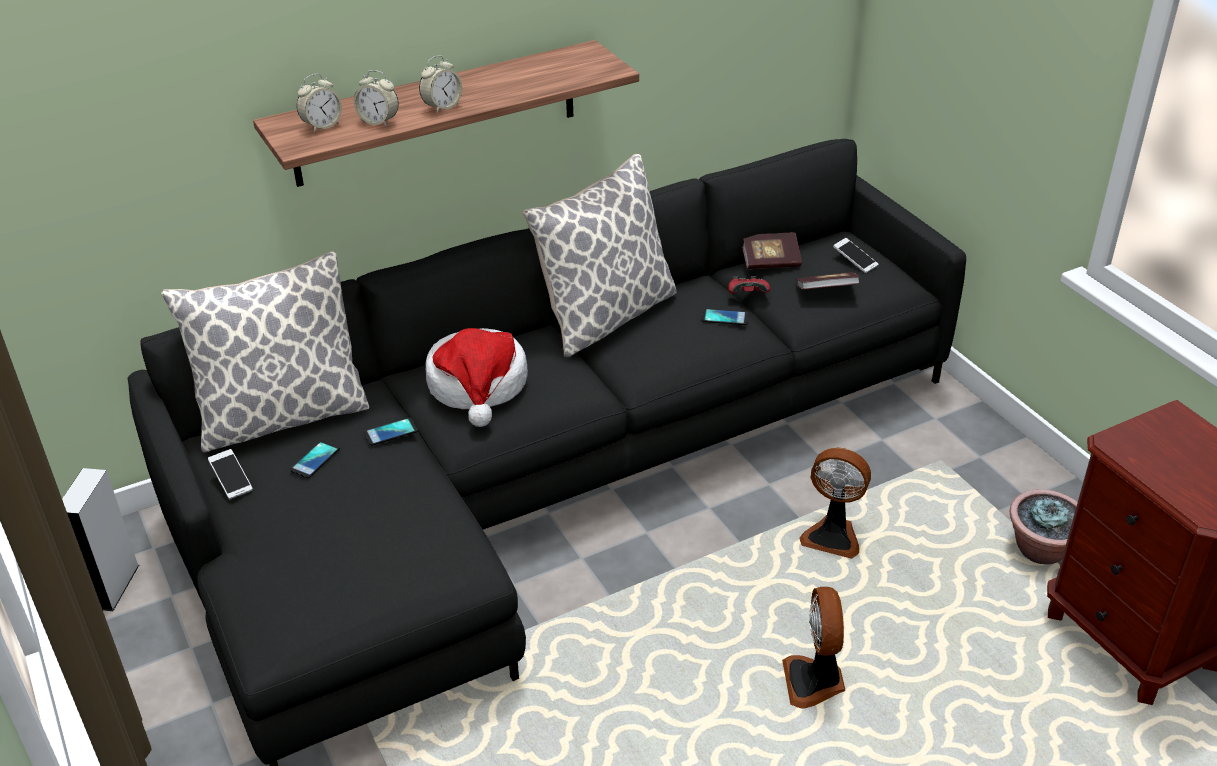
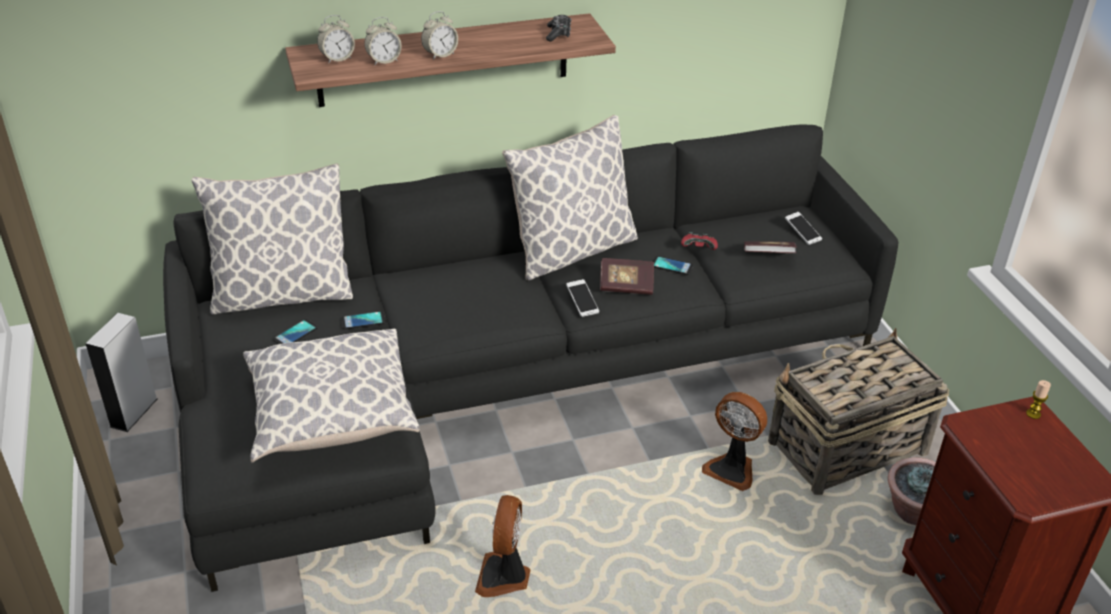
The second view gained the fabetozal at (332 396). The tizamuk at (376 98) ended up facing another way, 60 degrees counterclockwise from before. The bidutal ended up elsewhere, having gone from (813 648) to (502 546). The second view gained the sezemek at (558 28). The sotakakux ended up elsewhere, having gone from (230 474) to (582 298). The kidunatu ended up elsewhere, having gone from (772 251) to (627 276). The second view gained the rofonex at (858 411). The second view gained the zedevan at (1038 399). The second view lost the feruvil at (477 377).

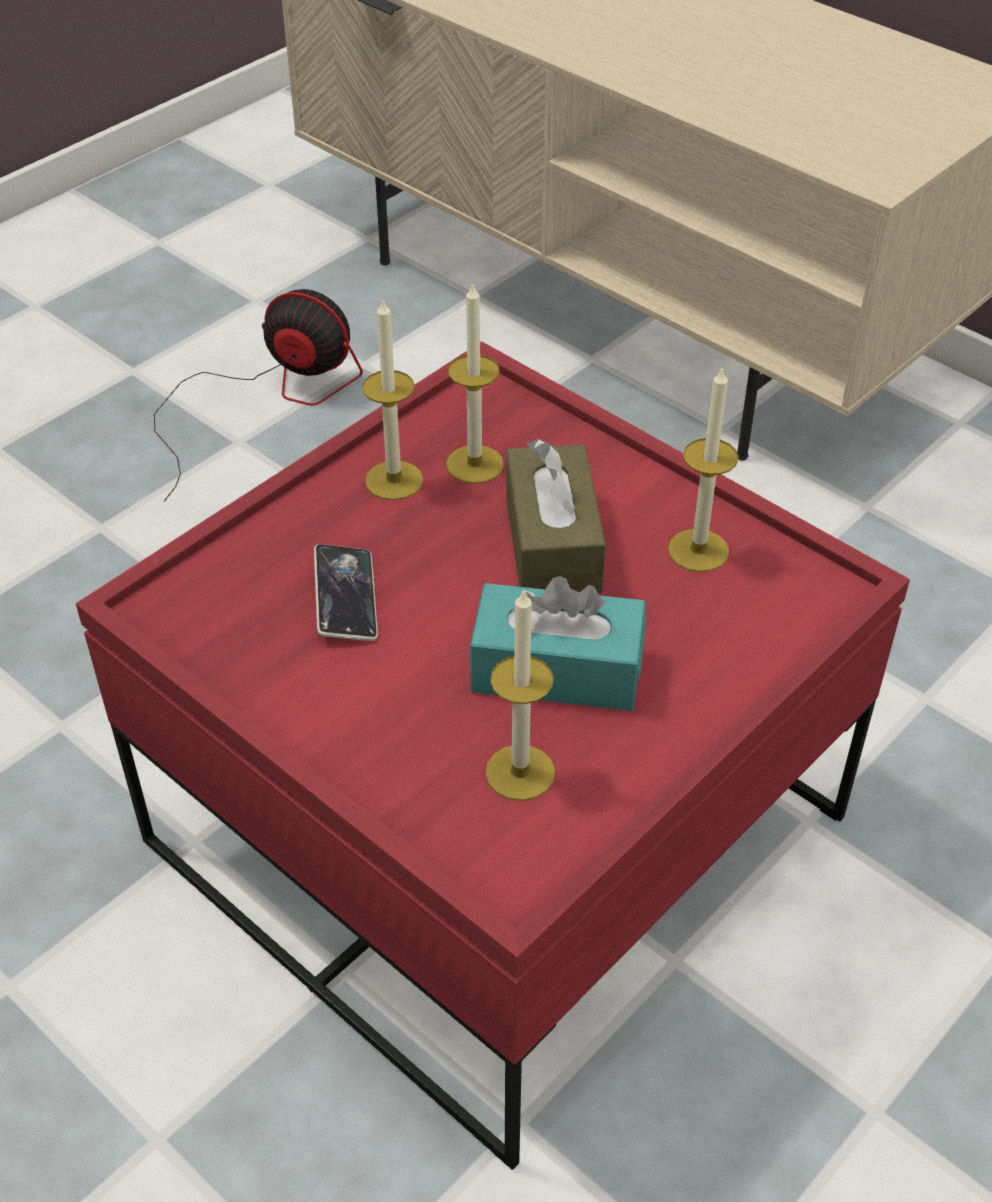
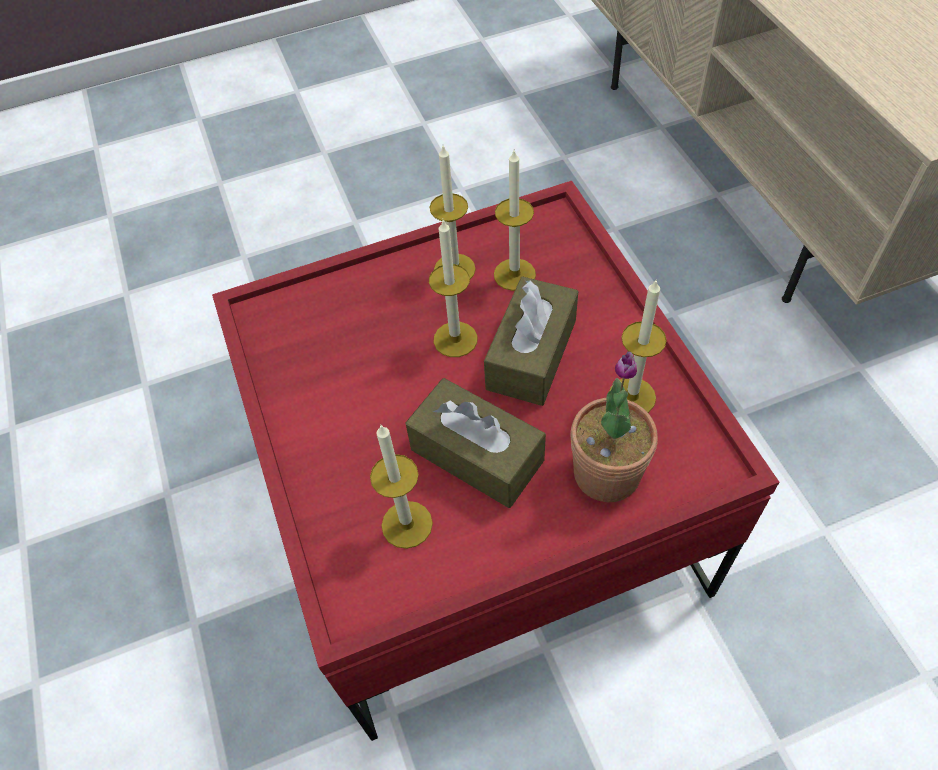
What was the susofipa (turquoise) at (557 643) turned into the susofipa (brown) at (476 443). The second view gained the zedevan at (453 288). The second view gained the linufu at (614 426). The second view lost the bidutal at (258 395). The second view lost the sotakakux at (346 592).

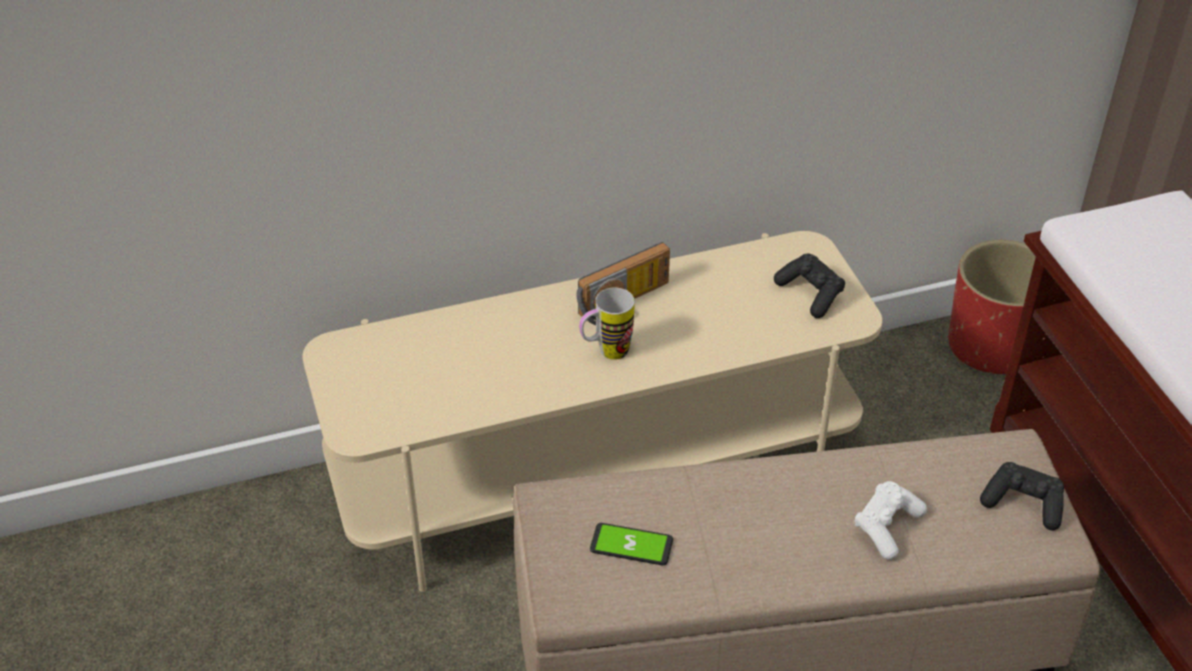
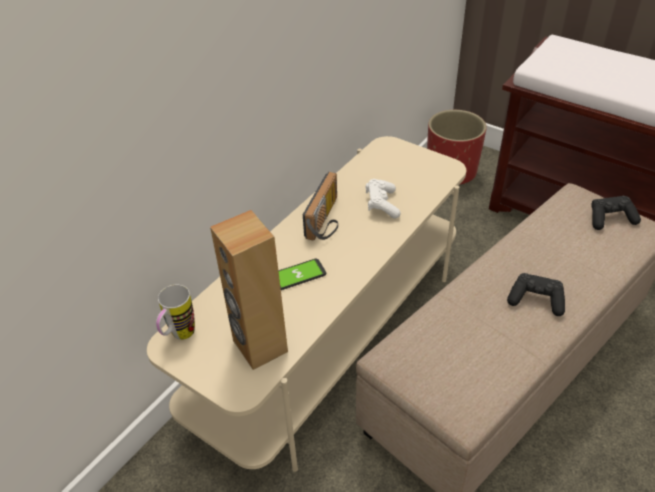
The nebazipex ended up elsewhere, having gone from (607 324) to (175 312). The second view gained the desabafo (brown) at (249 290). The sotakakux ended up elsewhere, having gone from (631 544) to (302 274). The sezemek (white) ended up elsewhere, having gone from (891 520) to (382 199). The sezemek (black) ended up elsewhere, having gone from (809 286) to (536 294).

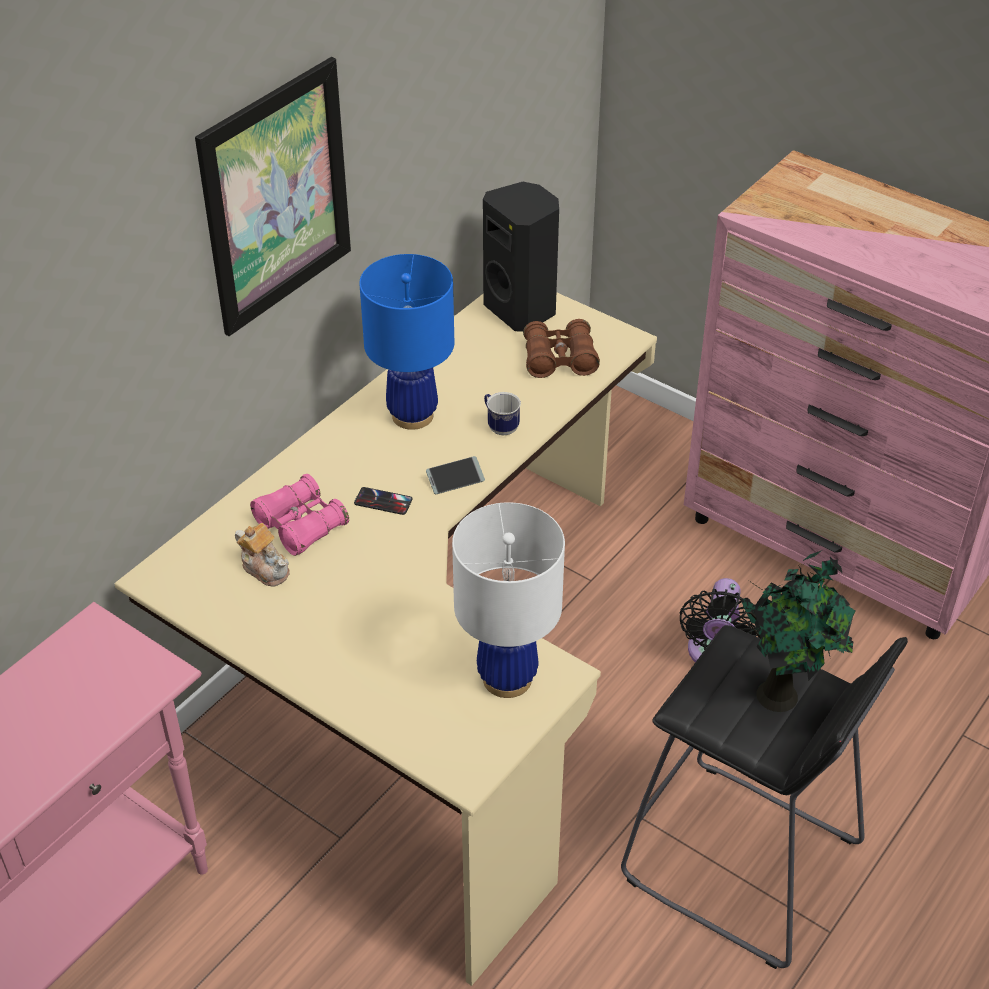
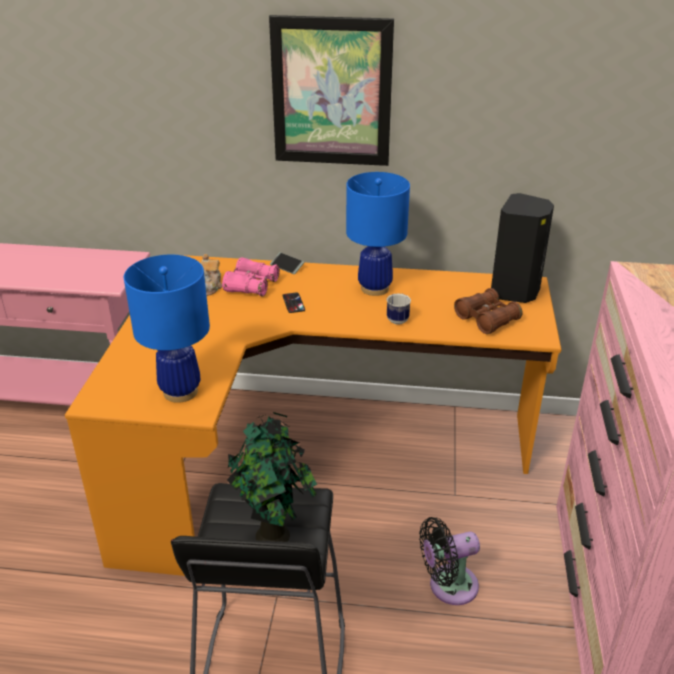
What was the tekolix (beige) at (386 639) turned into the tekolix (orange) at (313 415). What was the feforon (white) at (508 600) turned into the feforon (blue) at (167 329). The sotakakux ended up elsewhere, having gone from (455 475) to (287 263).

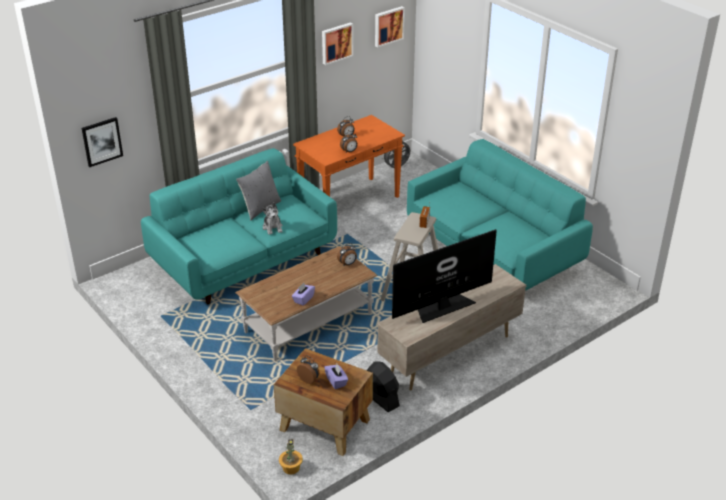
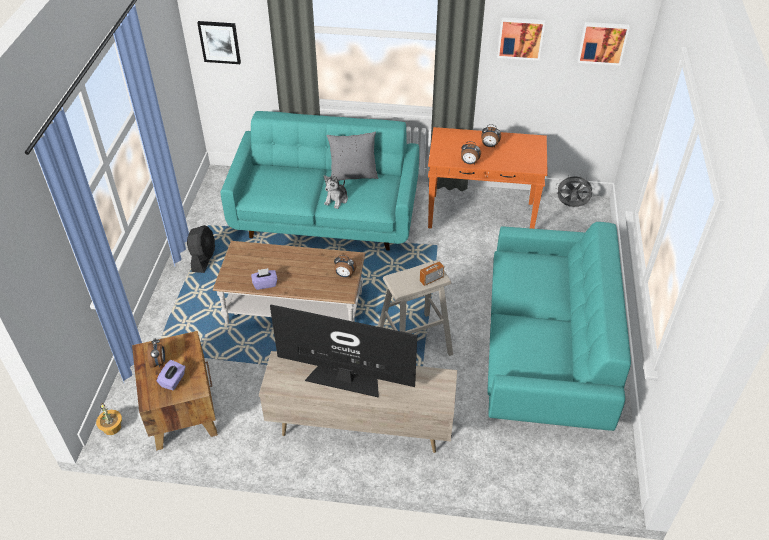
The bidutal (black) ended up elsewhere, having gone from (383 387) to (201 249).

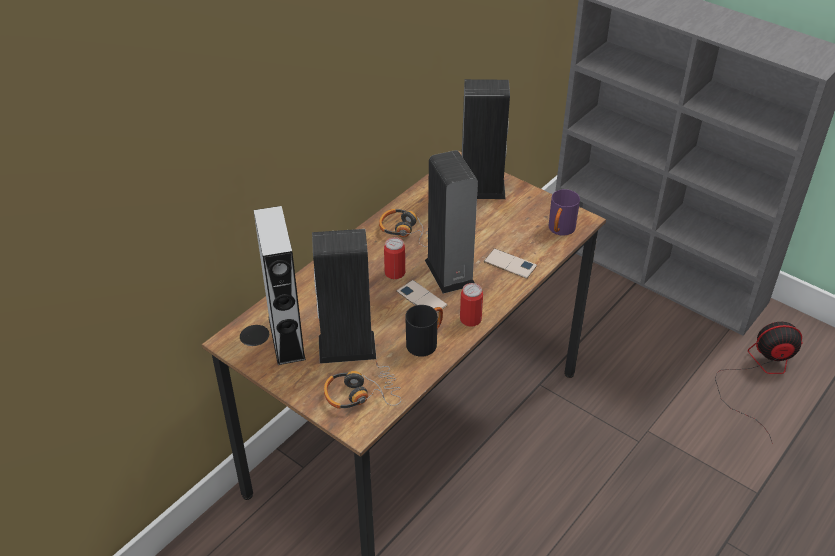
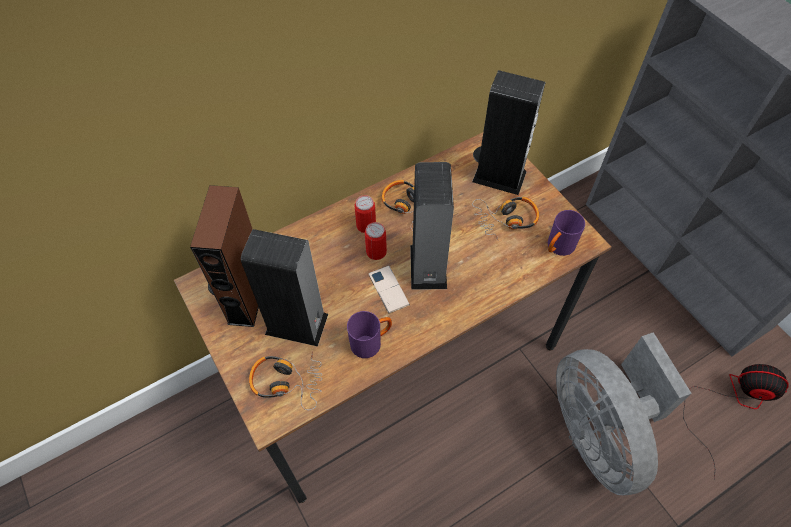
What was the desabafo (grey) at (279 285) turned into the desabafo (brown) at (224 256). What was the nebazipex (black) at (424 331) turned into the nebazipex (purple) at (369 334). The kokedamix ended up elsewhere, having gone from (471 305) to (365 214). The second view gained the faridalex at (505 219). The second view gained the bidutal (grey) at (624 413). The second view lost the sotakakux at (510 264).

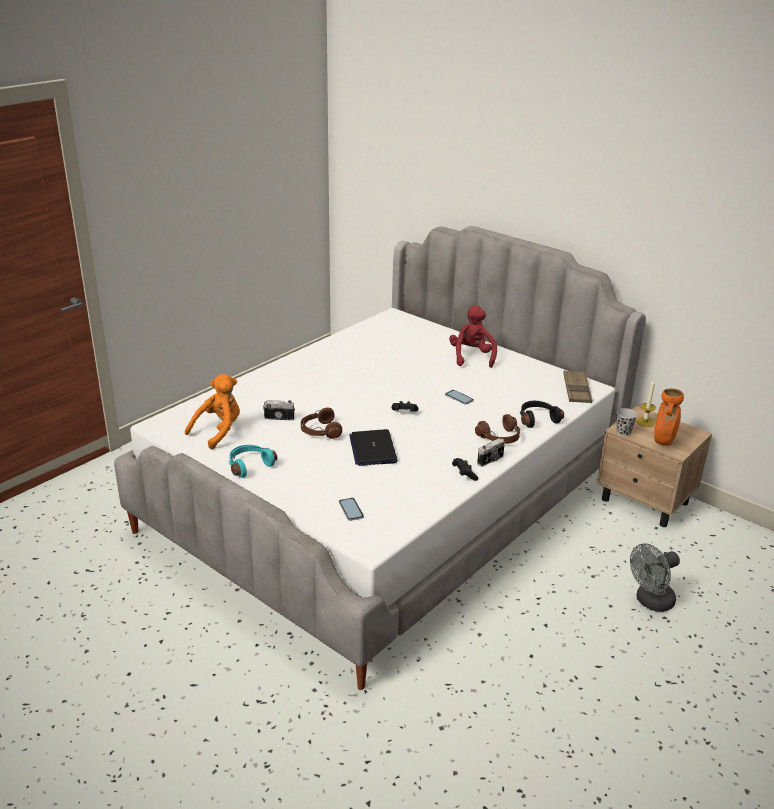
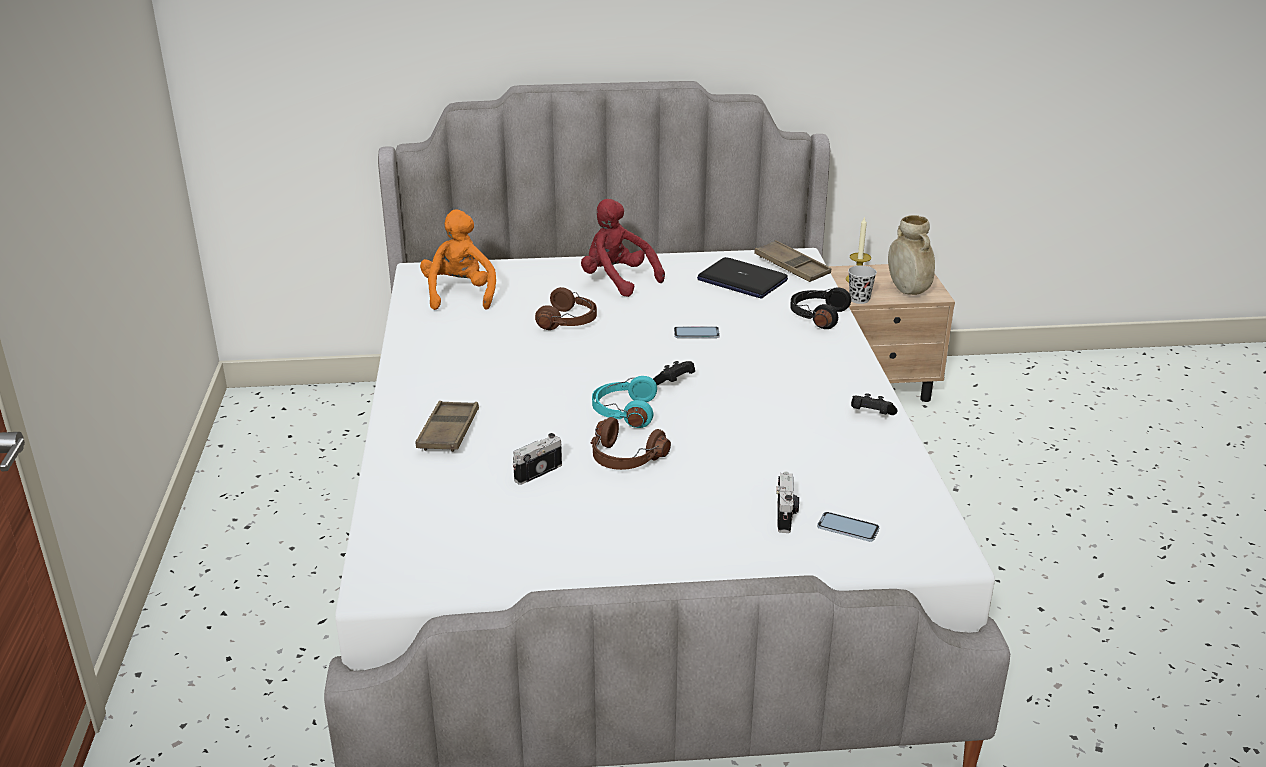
The second view gained the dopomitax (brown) at (447 426). The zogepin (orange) ended up elsewhere, having gone from (212 411) to (458 260). The faridalex (brown) ended up elsewhere, having gone from (497 429) to (566 308). The faridalex (turquoise) ended up elsewhere, having gone from (253 461) to (624 402). The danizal ended up elsewhere, having gone from (373 447) to (742 278). The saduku ended up elsewhere, having gone from (491 452) to (787 502). What was the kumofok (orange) at (669 417) turned into the kumofok (beige) at (911 255). The second view lost the bidutal (grey) at (655 577).

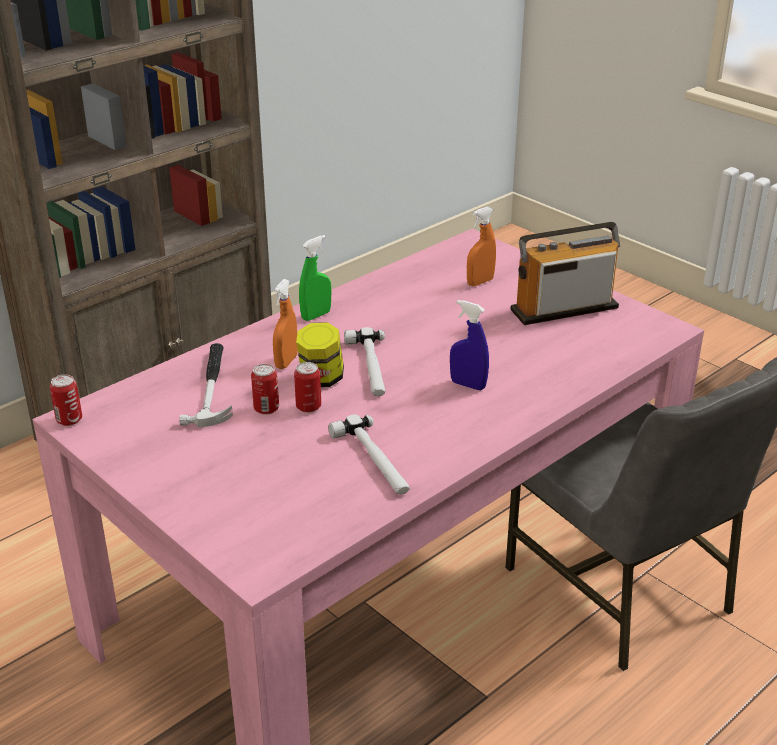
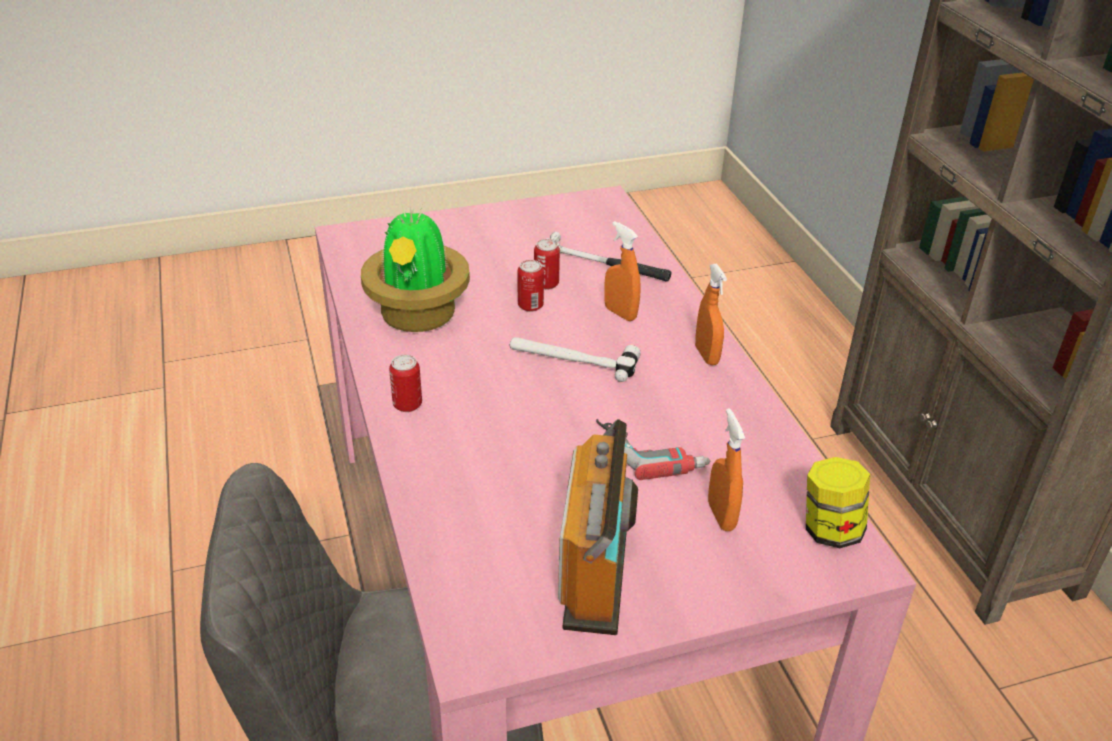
Where the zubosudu stood at (369 454), the linufu came to stand at (415 267). The kokedamix ended up elsewhere, having gone from (66 400) to (405 383). The second view gained the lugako at (653 449). What was the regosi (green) at (315 278) turned into the regosi (orange) at (711 314). The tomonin ended up elsewhere, having gone from (320 354) to (838 502). The second view lost the regosi (blue) at (469 345).

